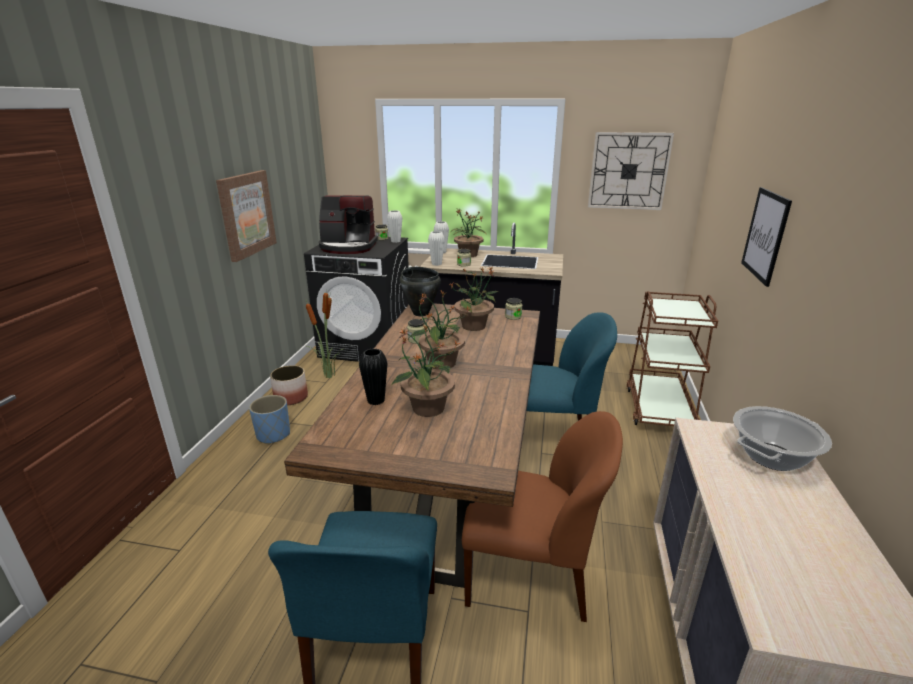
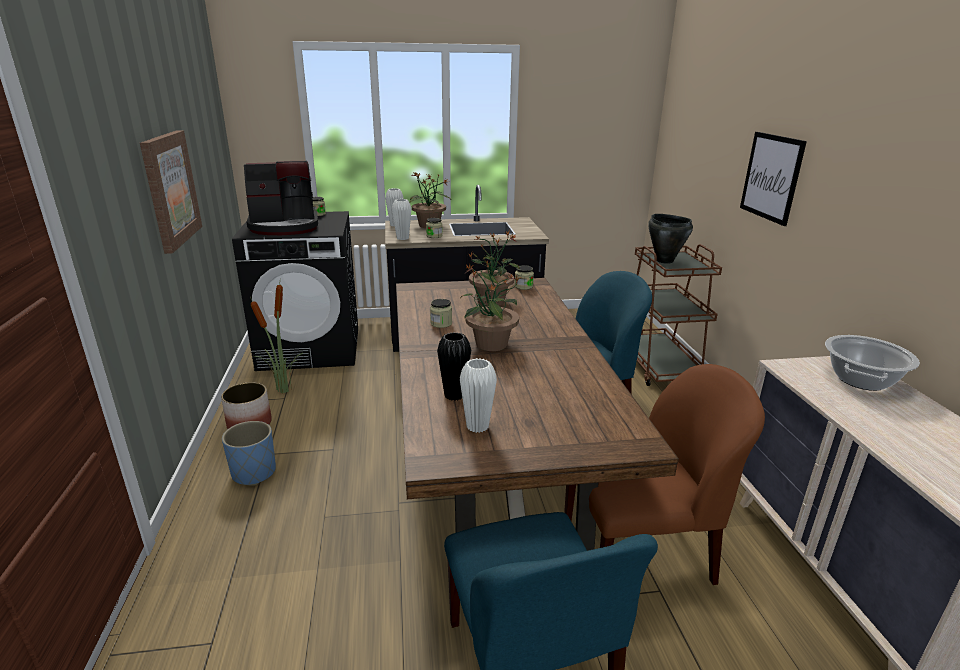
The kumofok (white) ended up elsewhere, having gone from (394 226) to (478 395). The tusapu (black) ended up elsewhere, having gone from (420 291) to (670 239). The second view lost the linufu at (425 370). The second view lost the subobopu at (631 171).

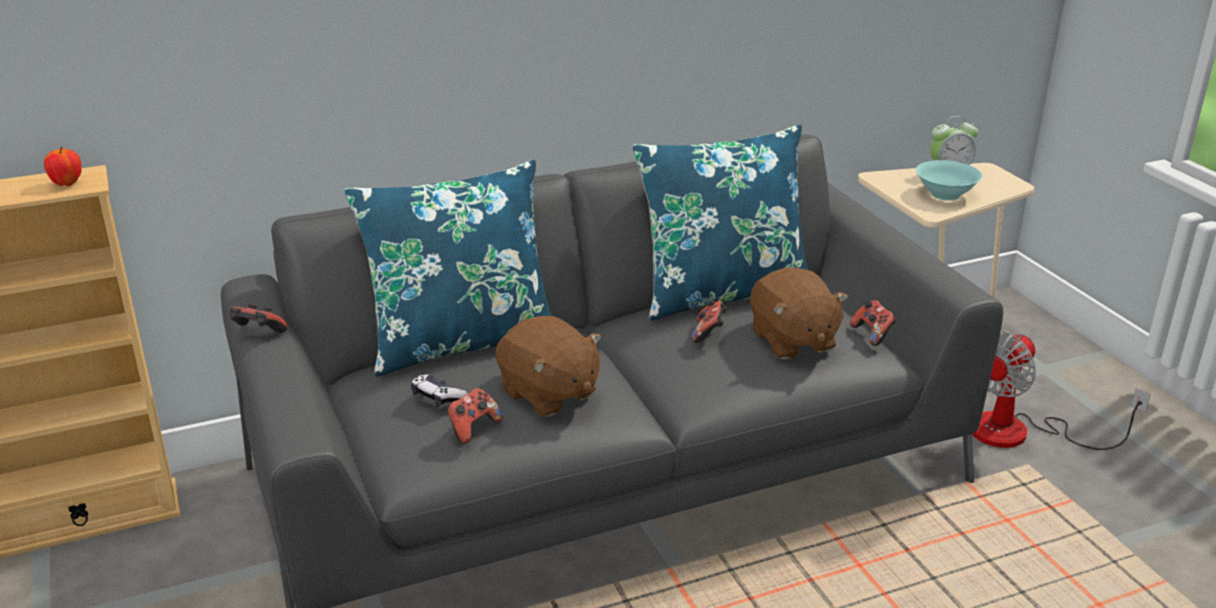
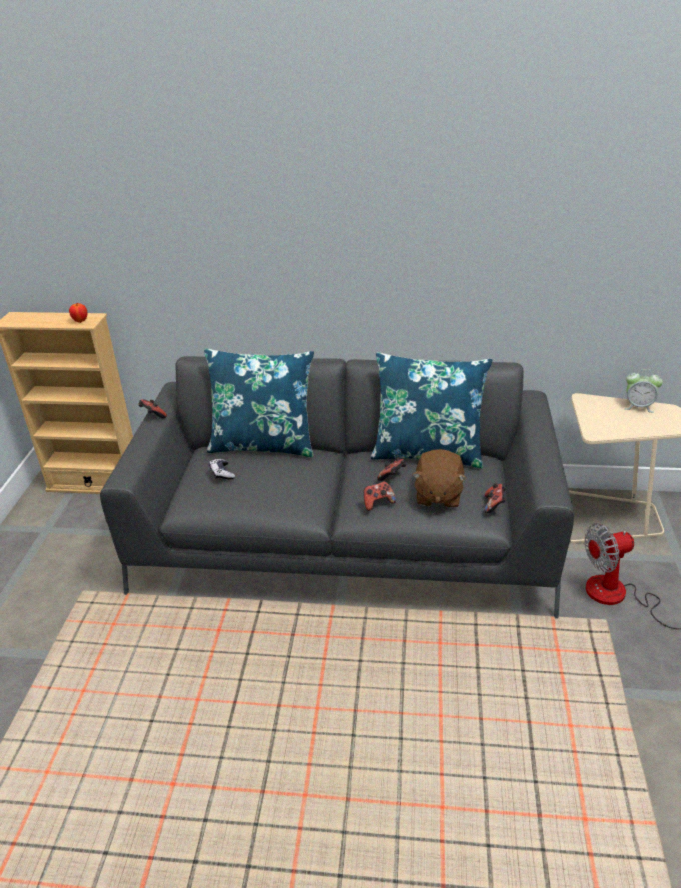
The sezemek ended up elsewhere, having gone from (475 416) to (380 496). The second view lost the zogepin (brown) at (548 366). The second view lost the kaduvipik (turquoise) at (949 180).

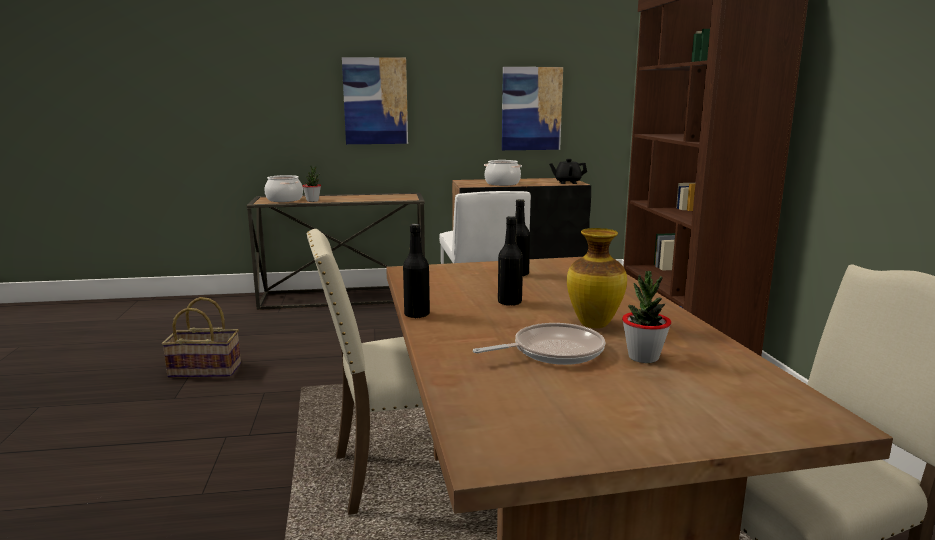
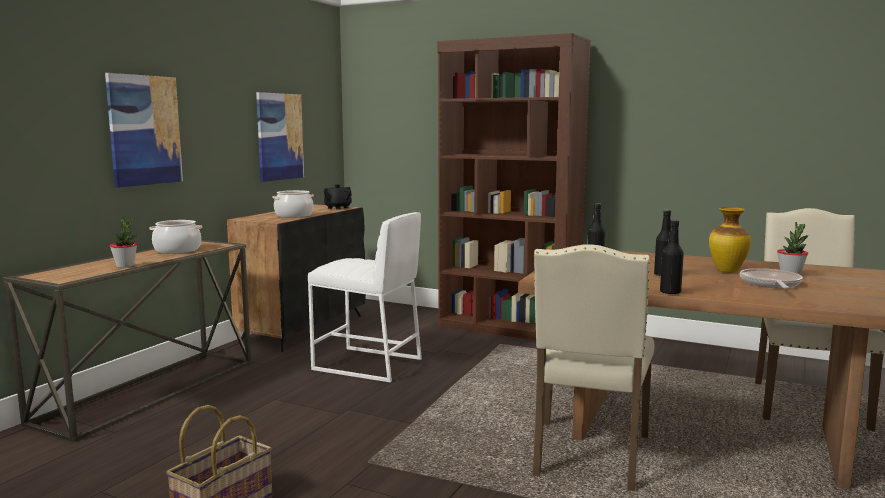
The tusapu ended up elsewhere, having gone from (284 188) to (176 237).

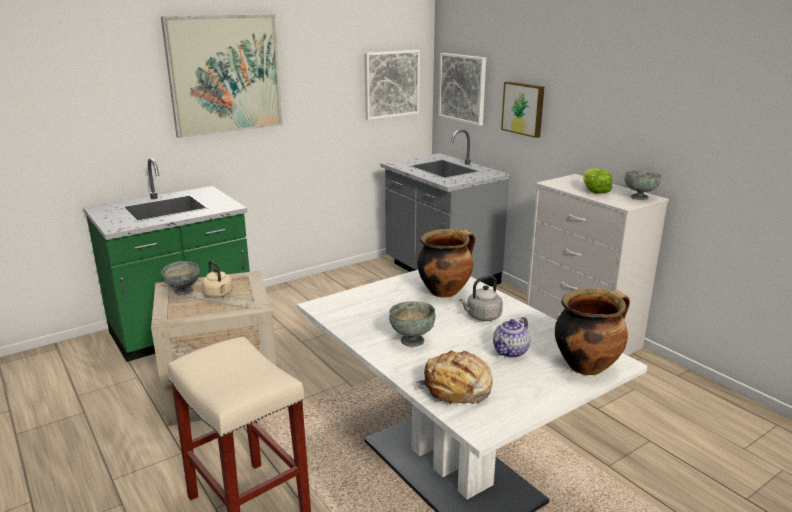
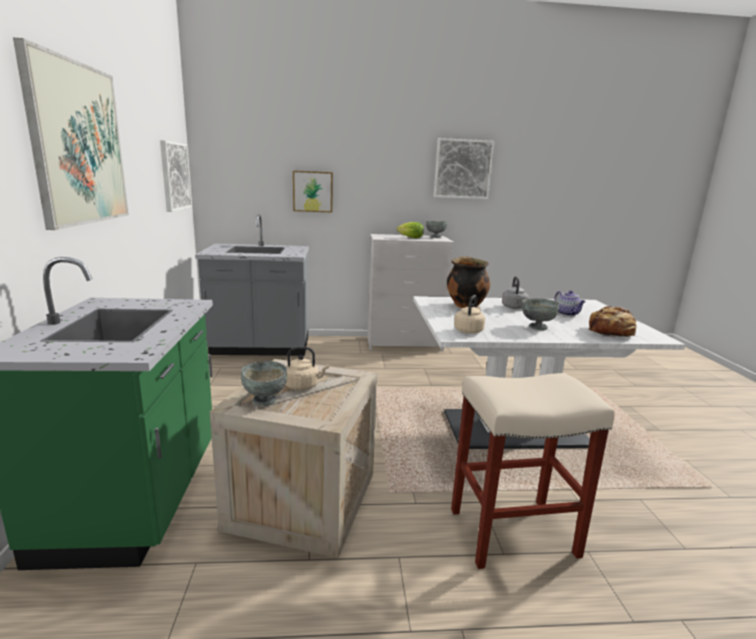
The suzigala ended up elsewhere, having gone from (462 89) to (464 168). The second view gained the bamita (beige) at (469 314). The second view lost the tusapu at (592 331).

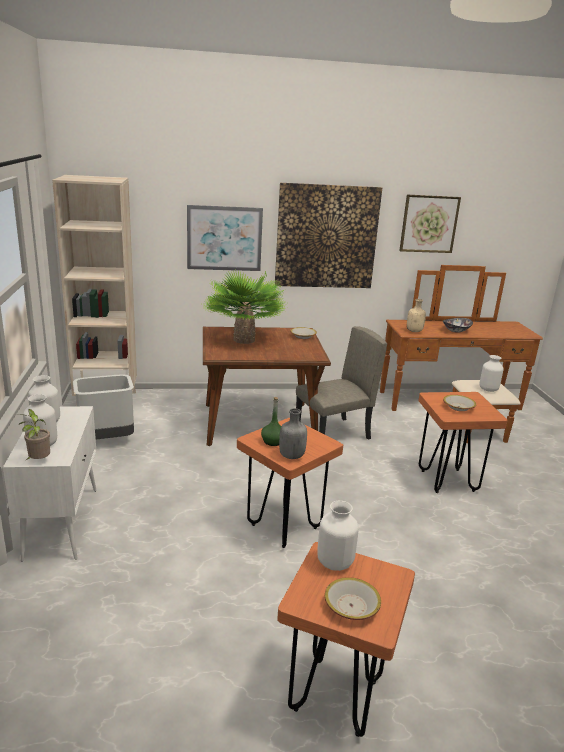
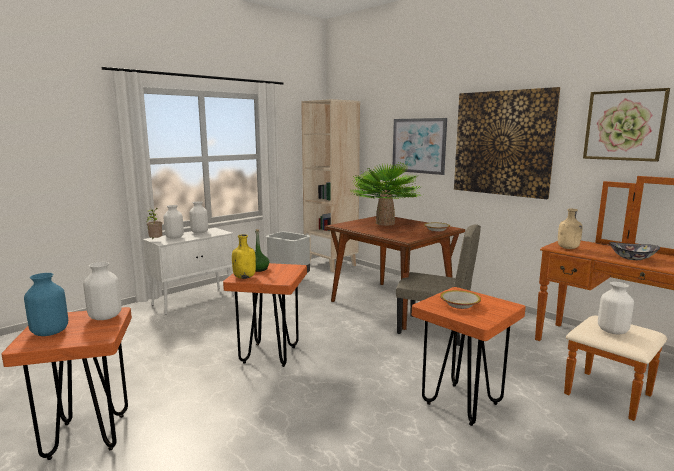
Where the kaduvipik stood at (353 598), the kumofok (blue) came to stand at (46 304). What was the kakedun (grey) at (293 433) turned into the kakedun (yellow) at (244 256).

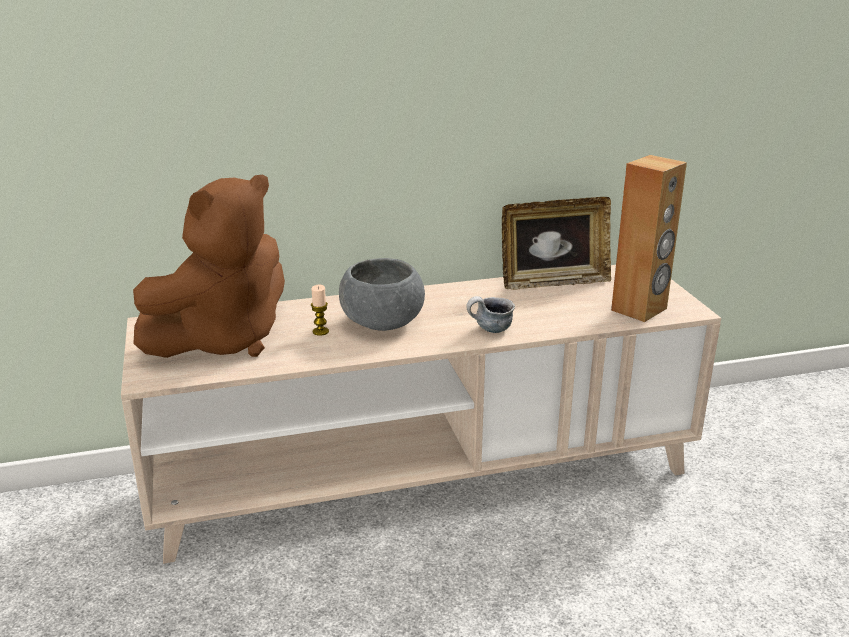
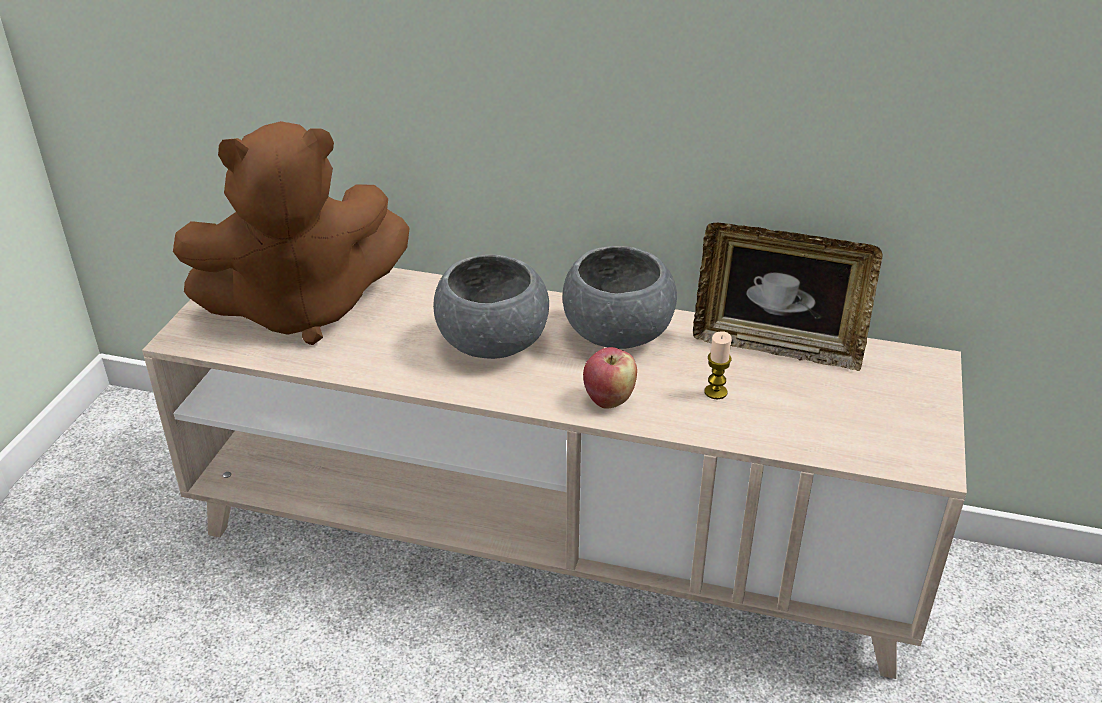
The second view gained the kaduvipik (grey) at (619 297). Where the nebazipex stood at (490 314), the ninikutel came to stand at (610 378). The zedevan ended up elsewhere, having gone from (320 310) to (718 365). The second view lost the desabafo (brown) at (649 238).

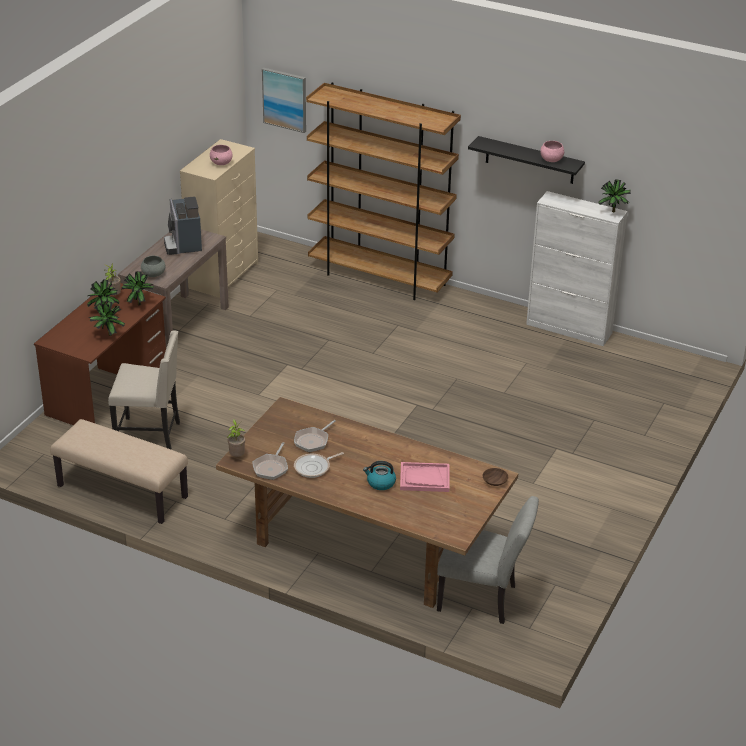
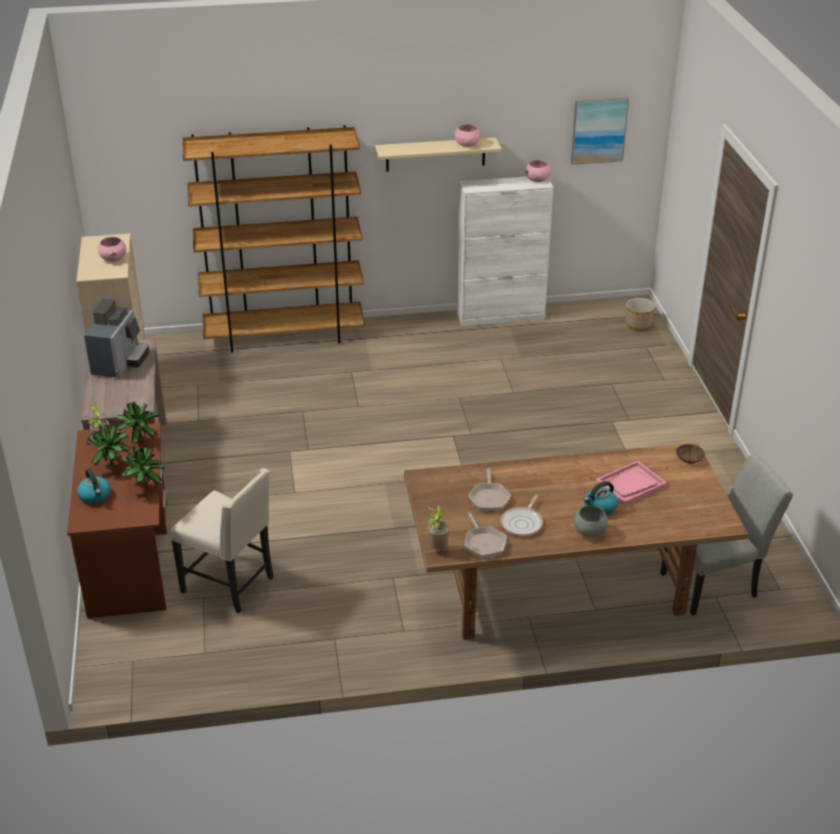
The second view gained the bamita at (94 486). The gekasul at (183 226) ended up facing another way, 120 degrees counterclockwise from before. The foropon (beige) at (144 390) ended up facing another way, 60 degrees clockwise from before. What was the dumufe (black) at (526 160) turned into the dumufe (beige) at (438 154). Where the linufu stood at (615 196), the kaduvipik (pink) came to stand at (538 171). The suzigala ended up elsewhere, having gone from (284 100) to (600 131). The kaduvipik (grey) ended up elsewhere, having gone from (153 266) to (591 521). The second view gained the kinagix at (640 314). The second view lost the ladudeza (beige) at (119 471).

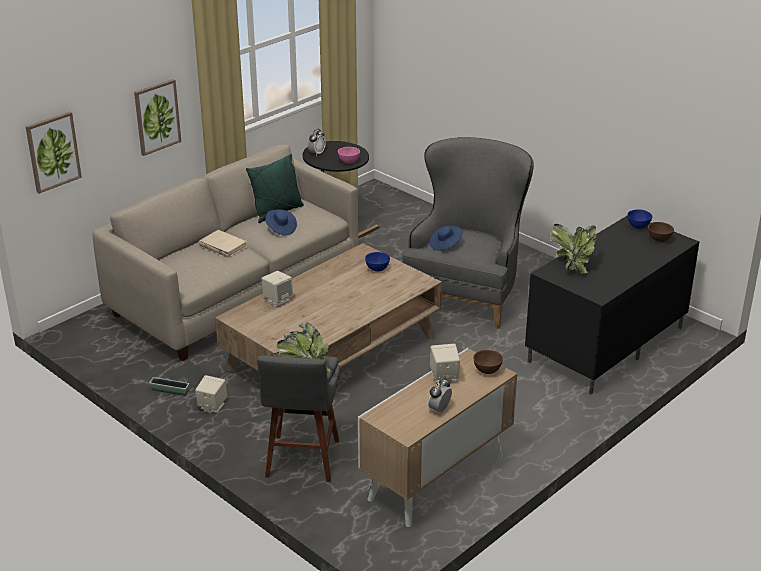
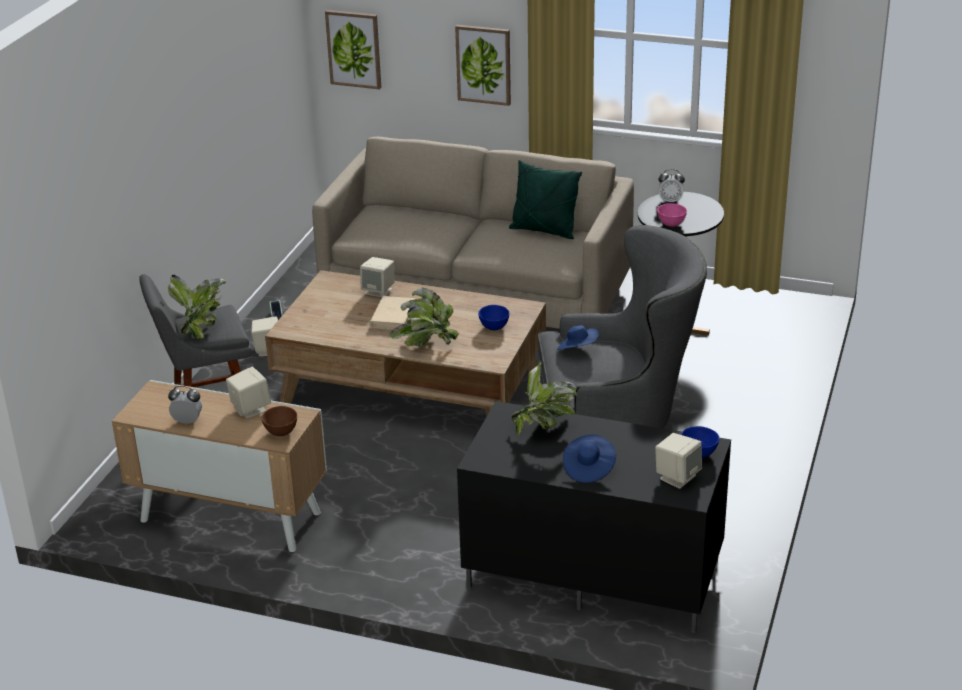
The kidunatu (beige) ended up elsewhere, having gone from (223 244) to (392 313). The second view gained the linufu at (424 317). The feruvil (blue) ended up elsewhere, having gone from (281 222) to (589 458). Where the kaduvipik (brown) stood at (661 232), the desabafo (beige) came to stand at (678 461).

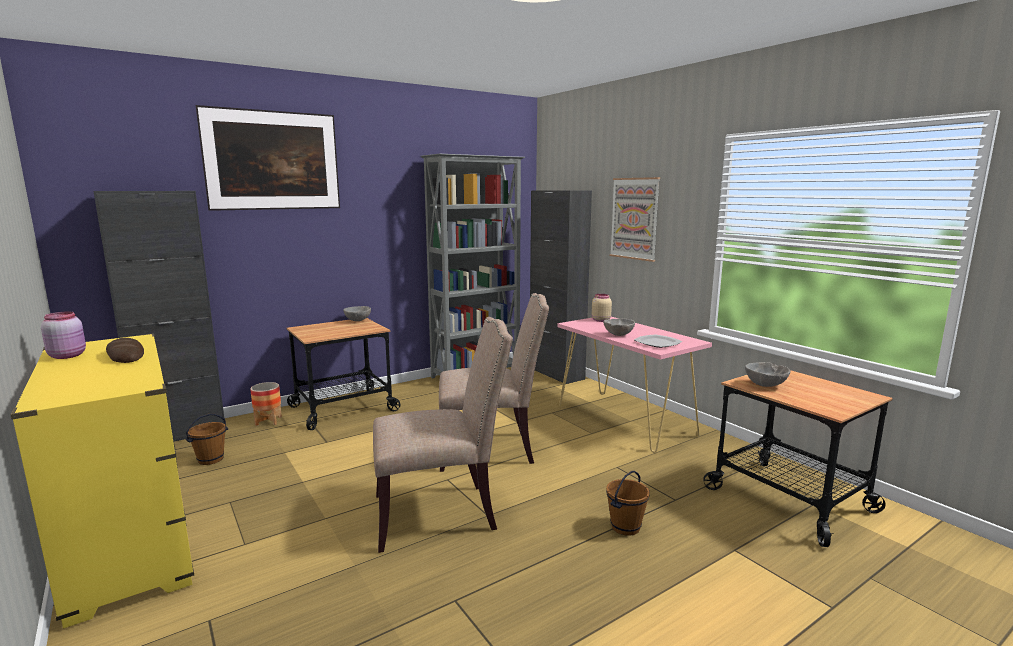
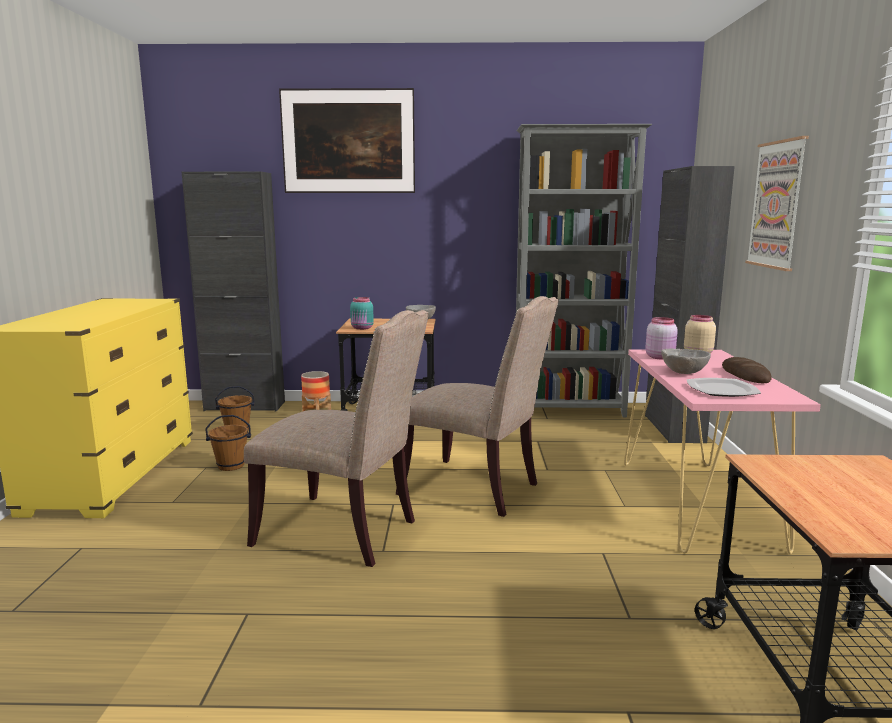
The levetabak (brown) ended up elsewhere, having gone from (628 503) to (228 443). The second view gained the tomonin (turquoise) at (362 313). The tomonin (pink) ended up elsewhere, having gone from (63 335) to (661 338). The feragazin ended up elsewhere, having gone from (125 350) to (747 370). The second view lost the kaduvipik (grey) at (767 374).

